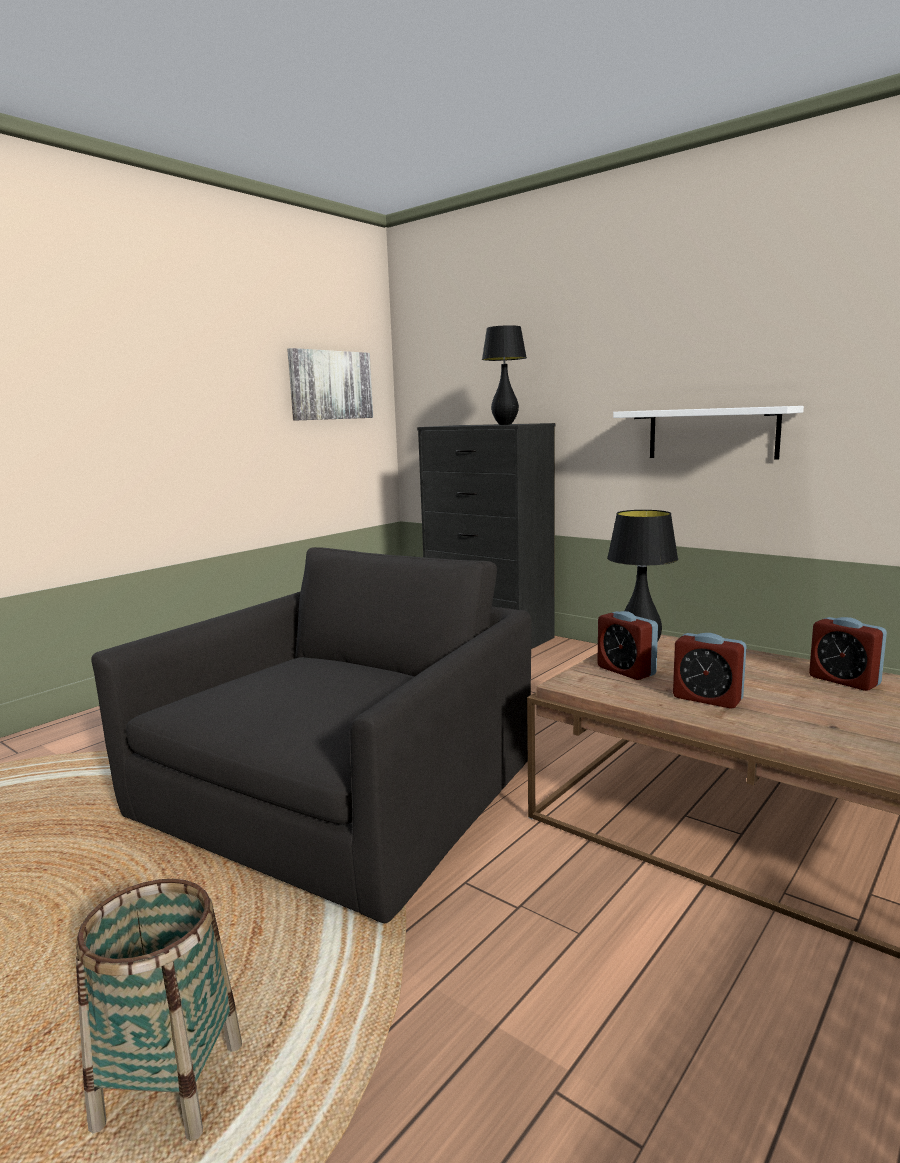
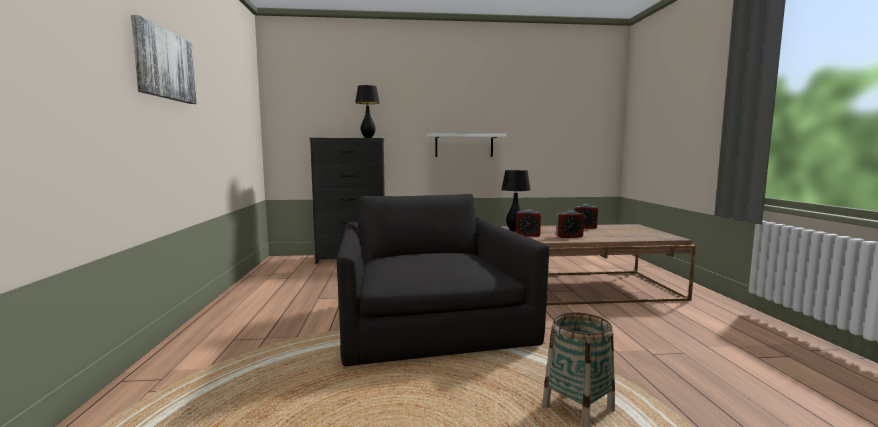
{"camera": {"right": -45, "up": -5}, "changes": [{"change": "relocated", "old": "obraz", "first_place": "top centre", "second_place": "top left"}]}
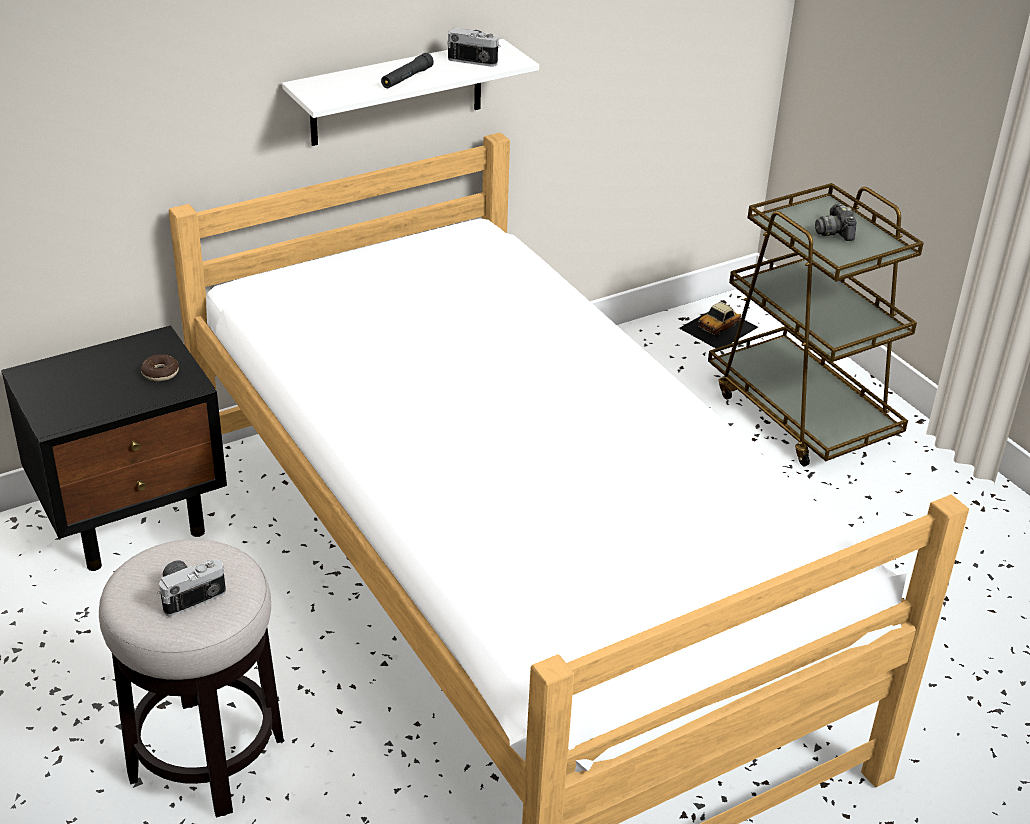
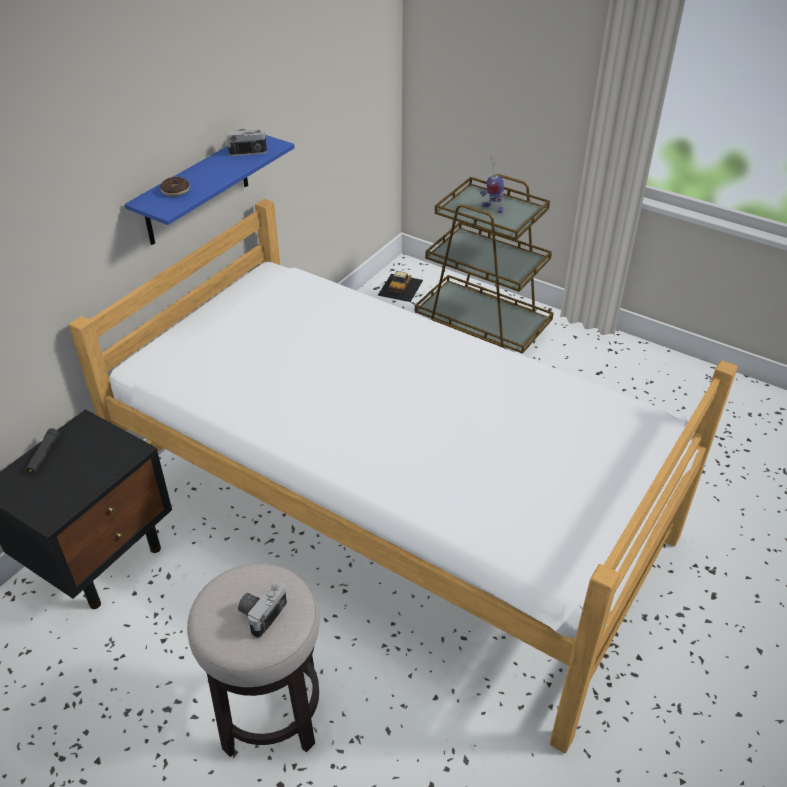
{"camera": {"right": -25, "up": 5}, "changes": [{"change": "colour", "old": "półka [biały]", "new": "półka [niebieski]", "first_place": "top centre", "second_place": "top left"}, {"change": "relocated", "old": "latarka [czarny]", "first_place": "top centre", "second_place": "middle left"}, {"change": "exchanged", "old": "aparat fotograficzny (no. 3 from left)", "new": "robot zabawkowy", "first_place": "top right", "second_place": "top centre"}, {"change": "relocated", "old": "donut", "first_place": "middle left", "second_place": "top left"}]}
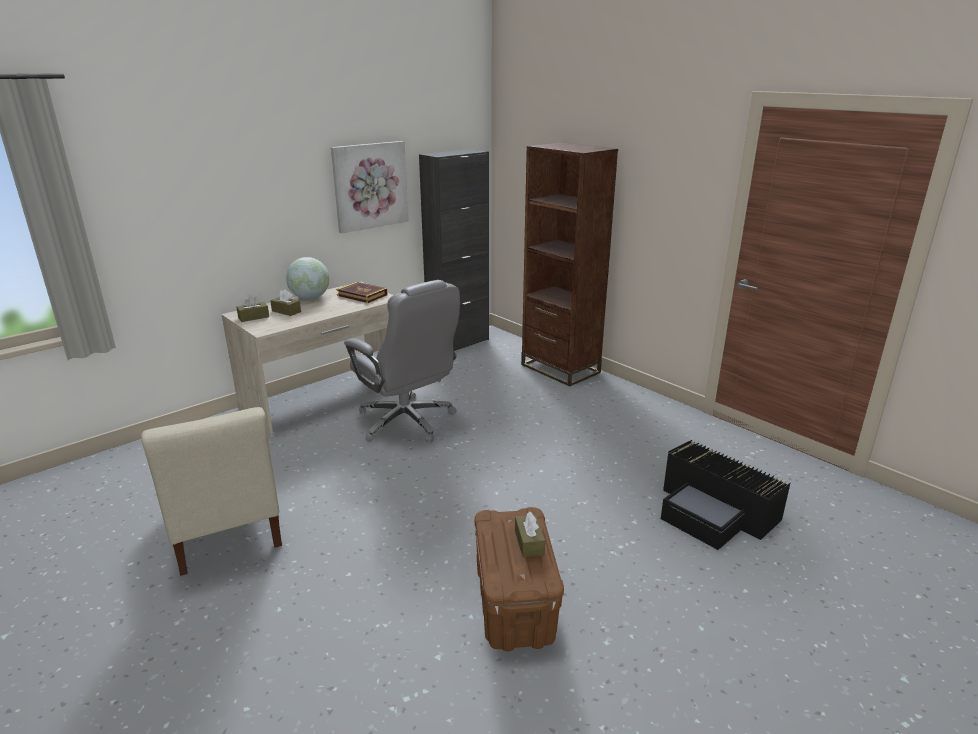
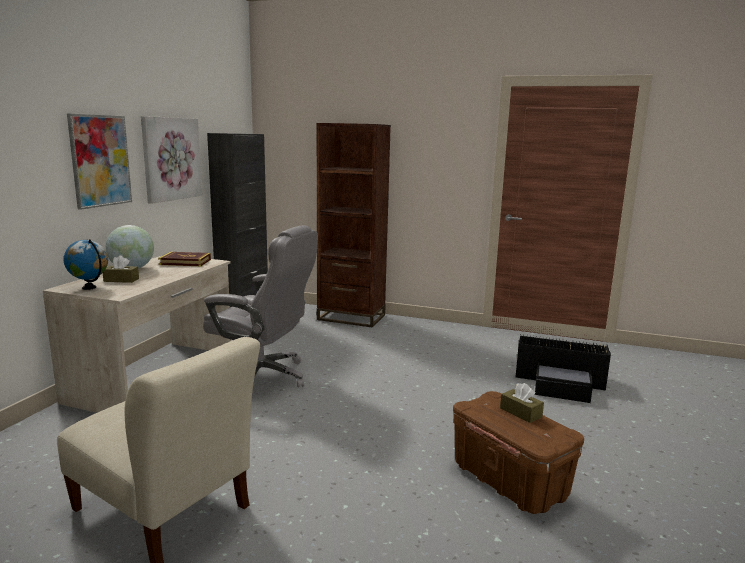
{"camera": {"right": -30, "up": -10}, "changes": [{"change": "exchanged", "old": "pudełko chusteczek [brązowy] (no. 1 from left)", "new": "globus (no. 1 from left)", "first_place": "middle left", "second_place": "middle left"}, {"change": "appeared", "new": "obraz (no. 1 from left)", "second_place": "top left"}]}
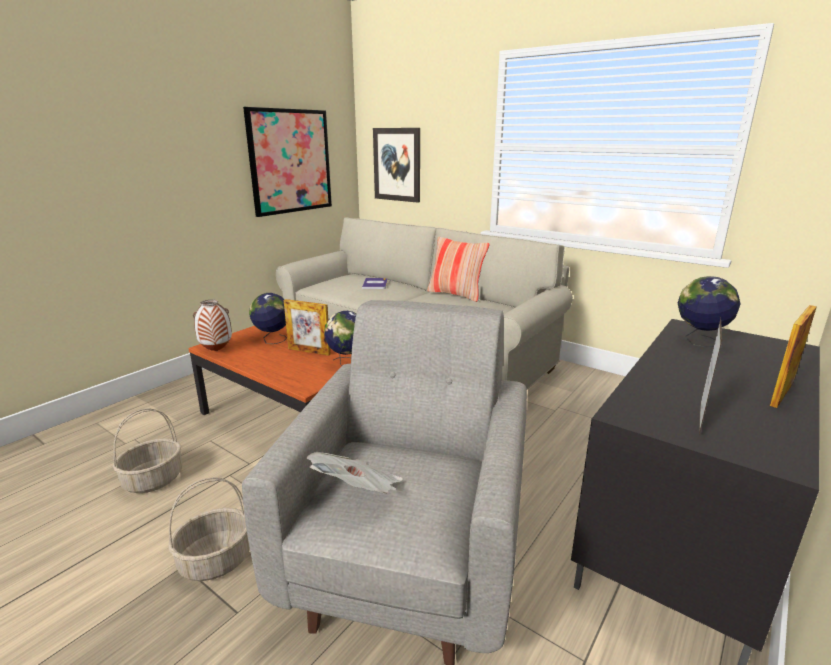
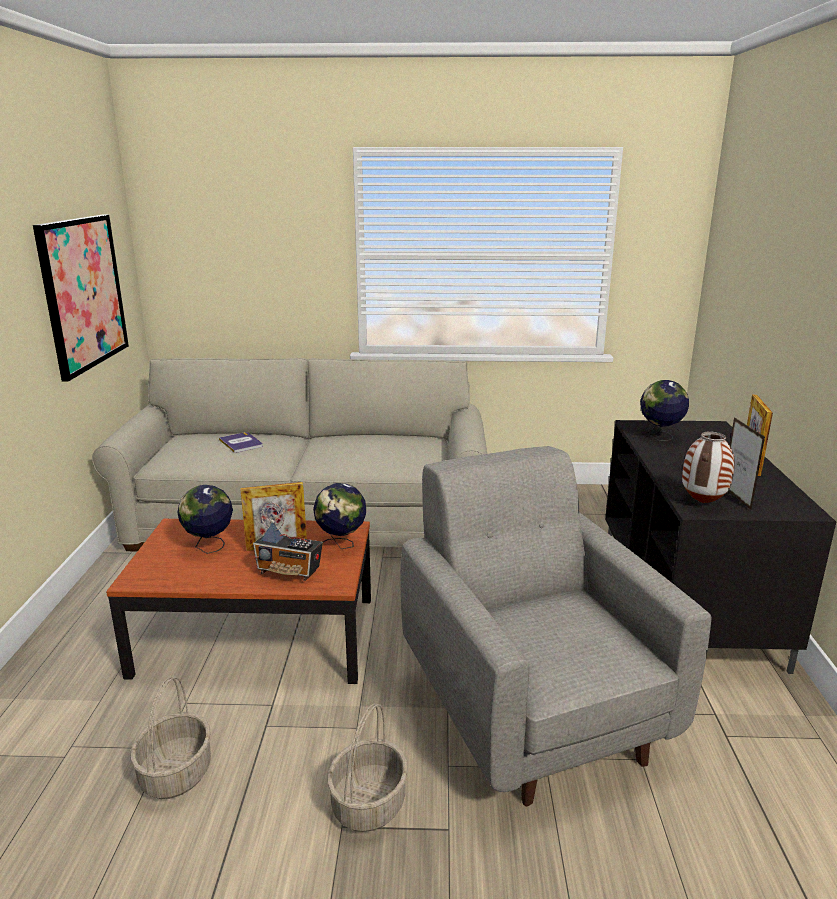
{"camera": {"right": -35, "up": 0}, "changes": [{"change": "missing", "old": "obraz (no. 2 from left)", "first_place": "top centre"}, {"change": "missing", "old": "poduszka", "first_place": "centre"}, {"change": "relocated", "old": "wazon", "first_place": "middle left", "second_place": "middle right"}, {"change": "missing", "old": "gazeta", "first_place": "bottom centre"}, {"change": "appeared", "new": "radio", "second_place": "centre"}]}
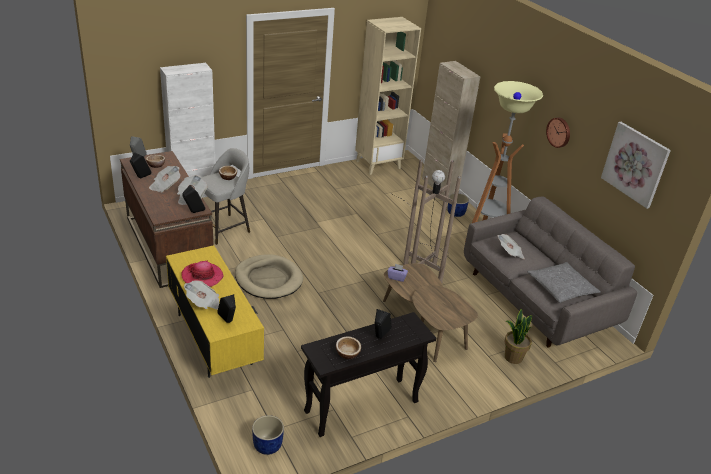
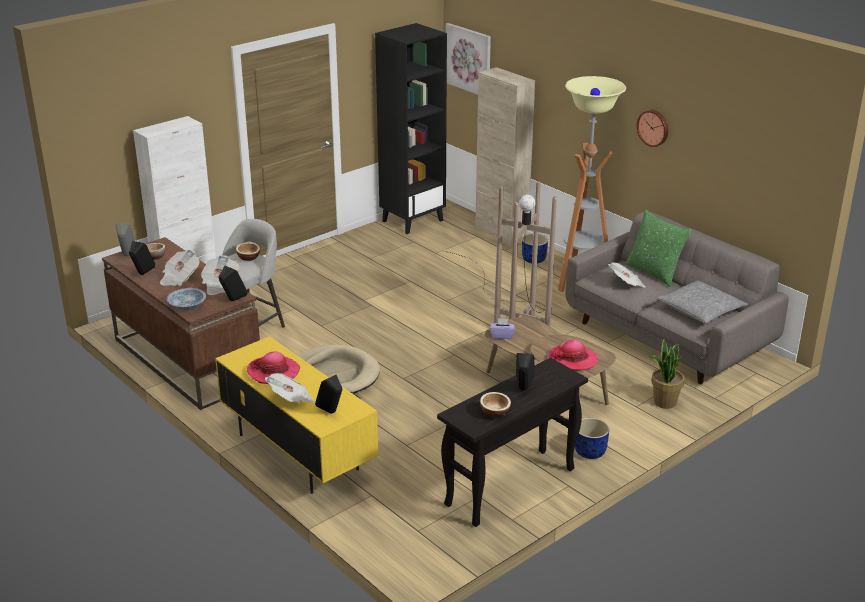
{"camera": {"right": -10, "up": -5}, "changes": [{"change": "colour", "old": "regał [beżowy]", "new": "regał [czarny]", "first_place": "top centre", "second_place": "top centre"}, {"change": "relocated", "old": "obraz", "first_place": "middle right", "second_place": "top centre"}, {"change": "relocated", "old": "donica [niebieski] (no. 1 from left in the first image)", "new": "donica [niebieski] (no. 2 from left)", "first_place": "bottom centre", "second_place": "bottom right"}, {"change": "appeared", "new": "poduszka [zielony]", "second_place": "middle right"}, {"change": "appeared", "new": "miska (no. 2 from left)", "second_place": "middle left"}, {"change": "appeared", "new": "kapelusz (no. 2 from left)", "second_place": "centre"}]}
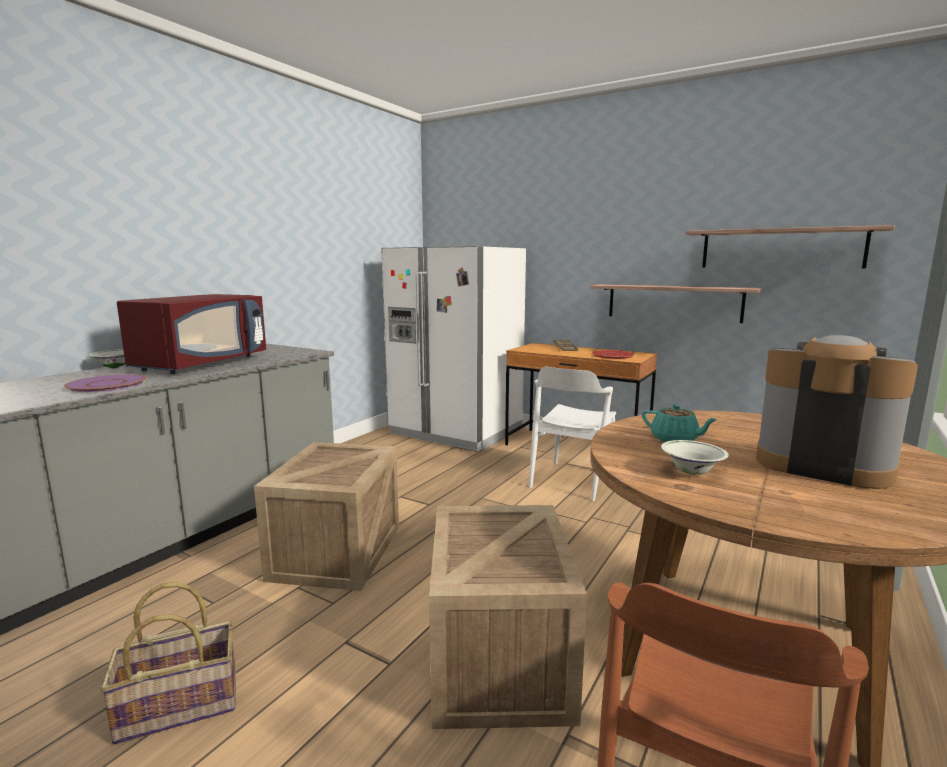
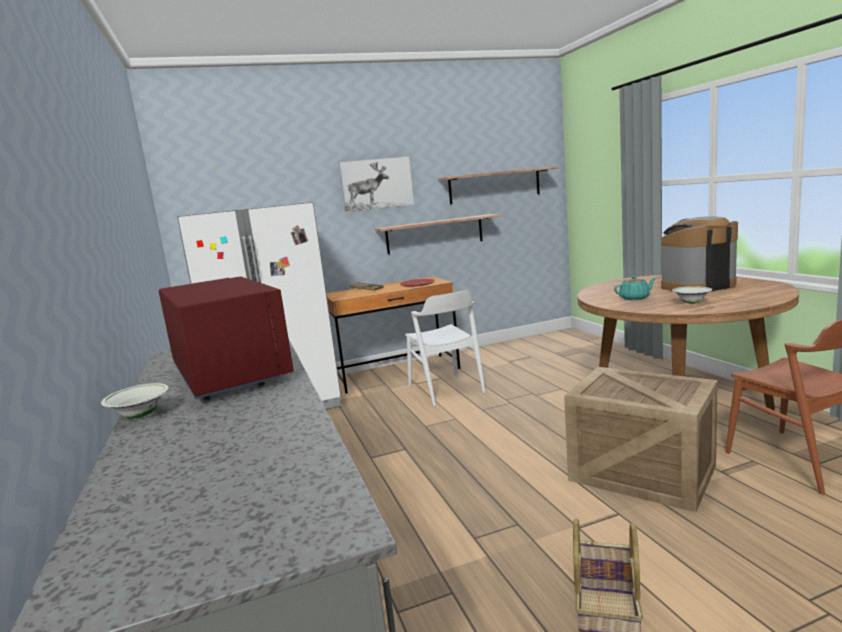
{"camera": {"right": -50, "up": 0}, "changes": [{"change": "missing", "old": "talerz [fioletowy]", "first_place": "middle left"}, {"change": "missing", "old": "skrzynka (no. 1 from left)", "first_place": "bottom centre"}, {"change": "appeared", "new": "obraz", "second_place": "top centre"}]}
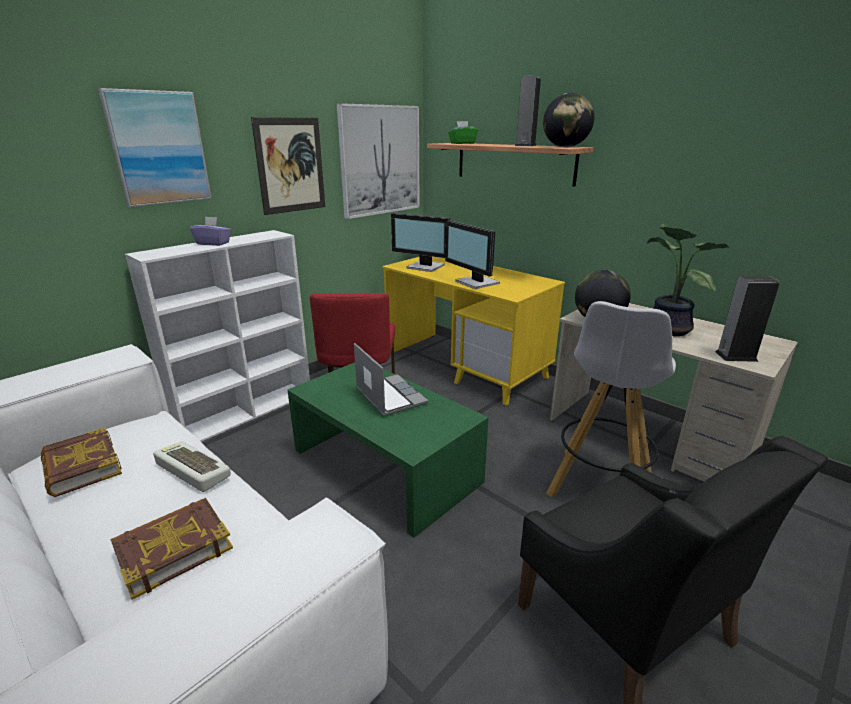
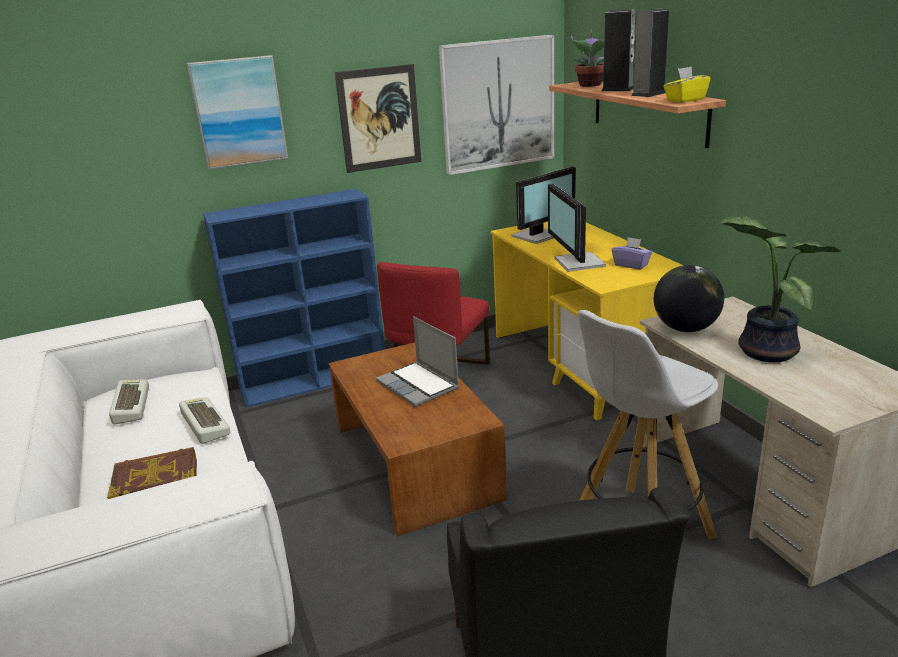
{"camera": {"right": 25, "up": 0}, "changes": [{"change": "exchanged", "old": "globus (no. 1 from left)", "new": "pudełko chusteczek [żółty]", "first_place": "top right", "second_place": "top right"}, {"change": "exchanged", "old": "pudełko chusteczek [zielony]", "new": "roślina doniczkowa (no. 1 from left)", "first_place": "top centre", "second_place": "top centre"}, {"change": "spun", "old": "monitor (no. 1 from left)", "first_place": "centre", "second_place": "top centre", "degrees": -90}, {"change": "relocated", "old": "pudełko chusteczek [fioletowy]", "first_place": "top left", "second_place": "middle right"}, {"change": "colour", "old": "regał [biały]", "new": "regał [niebieski]", "first_place": "middle left", "second_place": "middle left"}, {"change": "relocated", "old": "głośnik (no. 2 from left in the first image)", "new": "głośnik (no. 1 from left)", "first_place": "middle right", "second_place": "top right"}, {"change": "spun", "old": "laptop", "first_place": "centre", "second_place": "centre", "degrees": 150}, {"change": "colour", "old": "ława [zielony]", "new": "ława [brązowy]", "first_place": "centre", "second_place": "bottom centre"}, {"change": "exchanged", "old": "książka (no. 1 from left)", "new": "klawiatura (no. 1 from left)", "first_place": "middle left", "second_place": "middle left"}]}
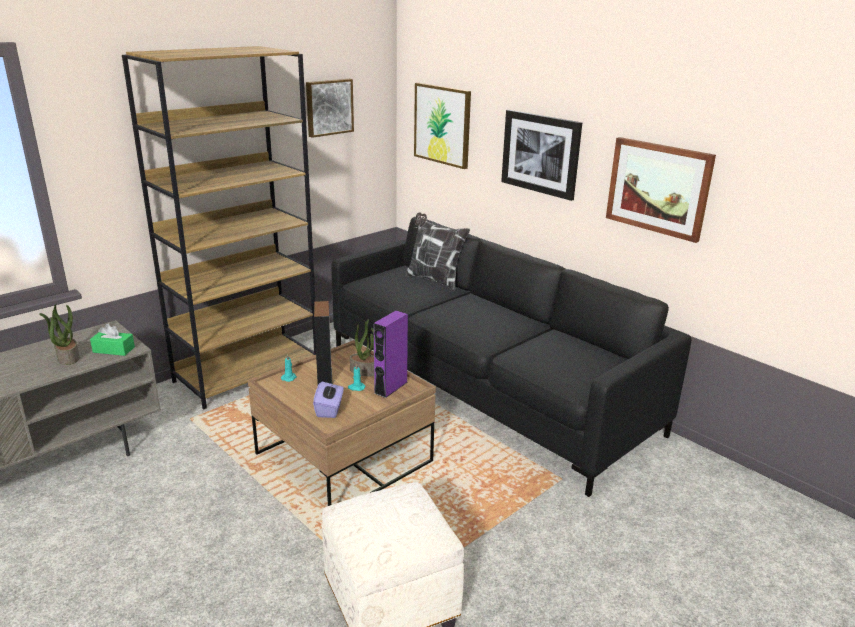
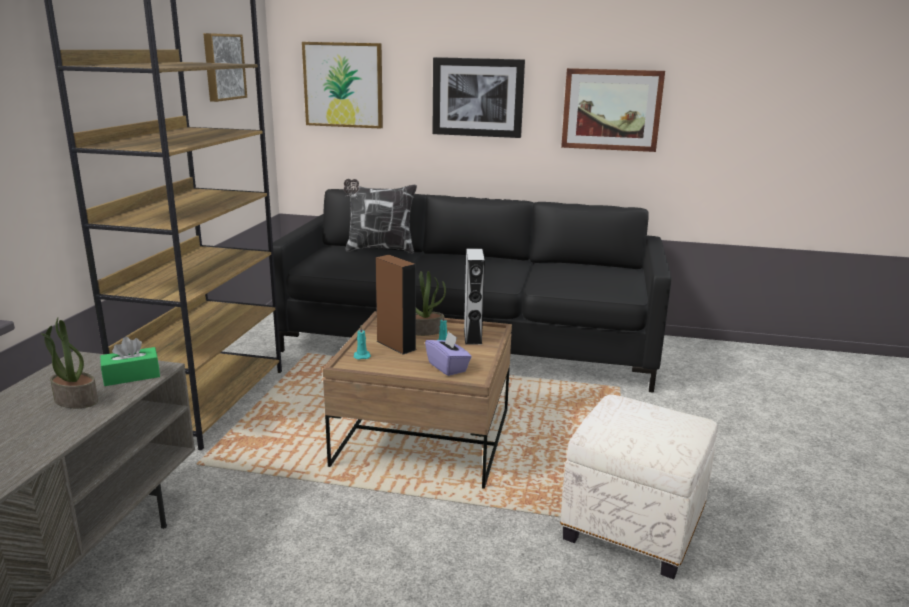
{"camera": {"right": -35, "up": -5}, "changes": [{"change": "colour", "old": "głośnik [fioletowy]", "new": "głośnik [szary]", "first_place": "centre", "second_place": "centre"}]}
